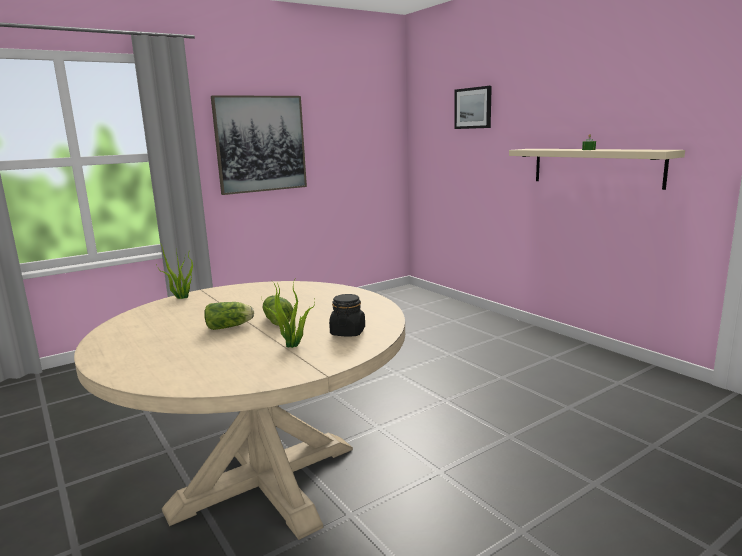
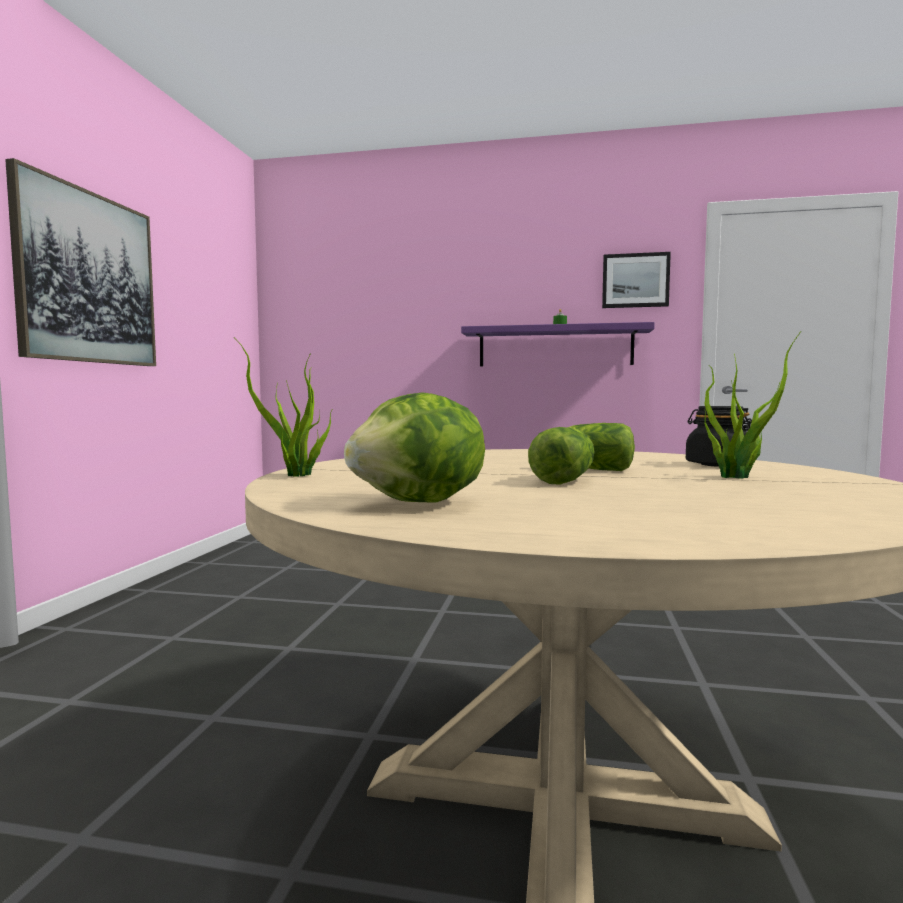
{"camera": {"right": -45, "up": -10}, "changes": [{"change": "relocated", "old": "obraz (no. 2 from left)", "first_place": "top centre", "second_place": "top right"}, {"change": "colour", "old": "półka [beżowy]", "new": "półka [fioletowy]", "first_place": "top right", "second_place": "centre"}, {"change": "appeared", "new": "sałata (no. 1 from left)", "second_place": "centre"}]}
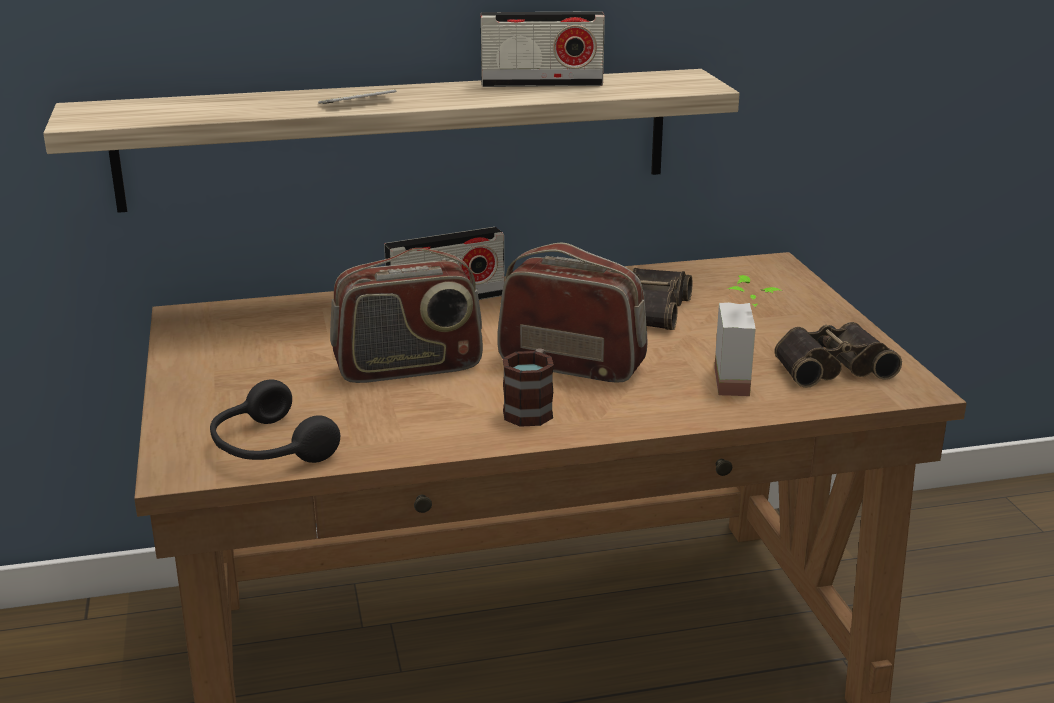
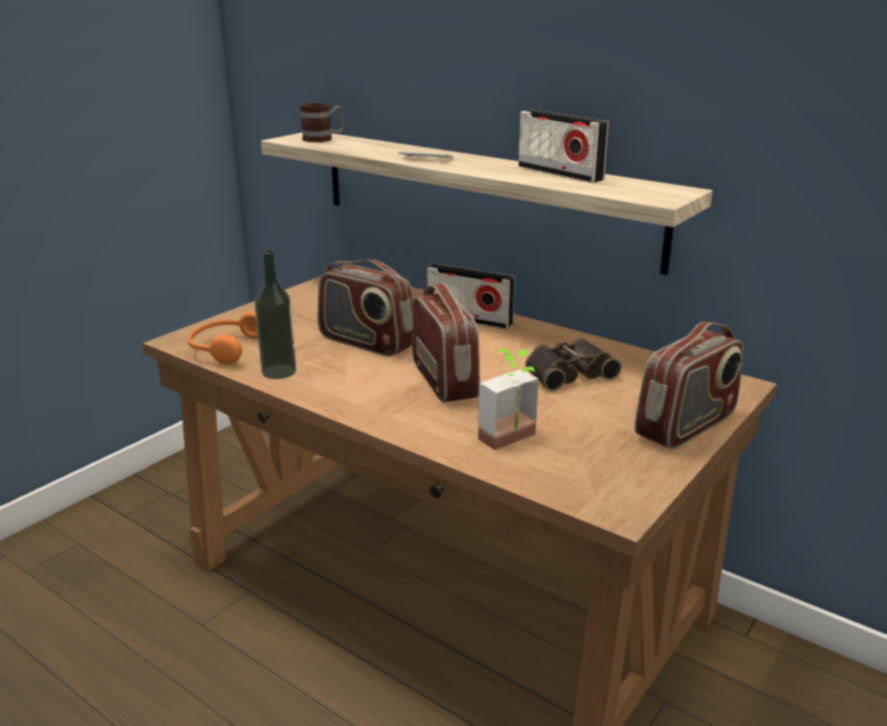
{"camera": {"right": 50, "up": 0}, "changes": [{"change": "missing", "old": "lornetka (no. 2 from left)", "first_place": "middle right"}, {"change": "relocated", "old": "kubek", "first_place": "centre", "second_place": "top centre"}, {"change": "colour", "old": "słuchawki [czarny]", "new": "słuchawki [pomarańczowy]", "first_place": "middle left", "second_place": "middle left"}, {"change": "appeared", "new": "butelka", "second_place": "middle left"}, {"change": "appeared", "new": "radio (no. 5 from left)", "second_place": "middle right"}]}
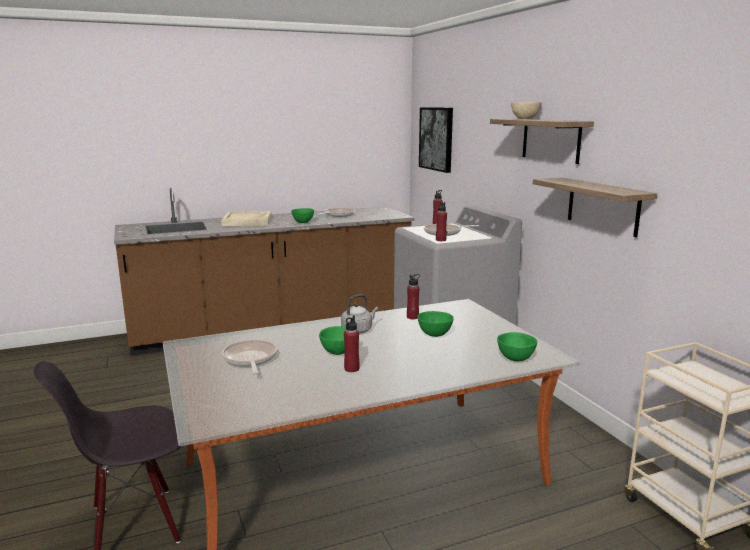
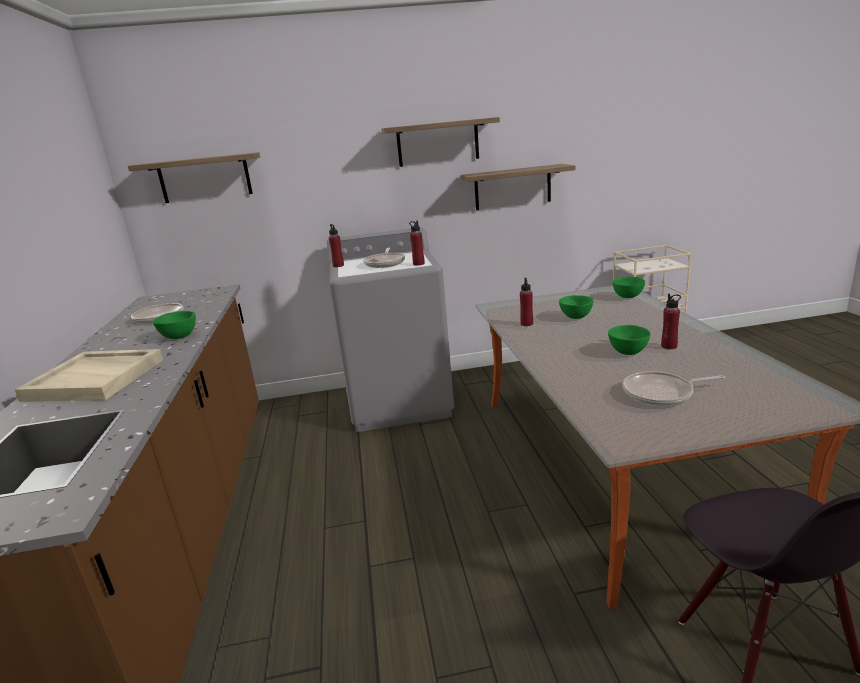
{"camera": {"right": -75, "up": 5}, "changes": [{"change": "missing", "old": "miska [beżowy]", "first_place": "top right"}, {"change": "exchanged", "old": "obraz", "new": "półka (no. 1 from left)", "first_place": "top centre", "second_place": "top left"}, {"change": "missing", "old": "czajnik [szary]", "first_place": "centre"}]}
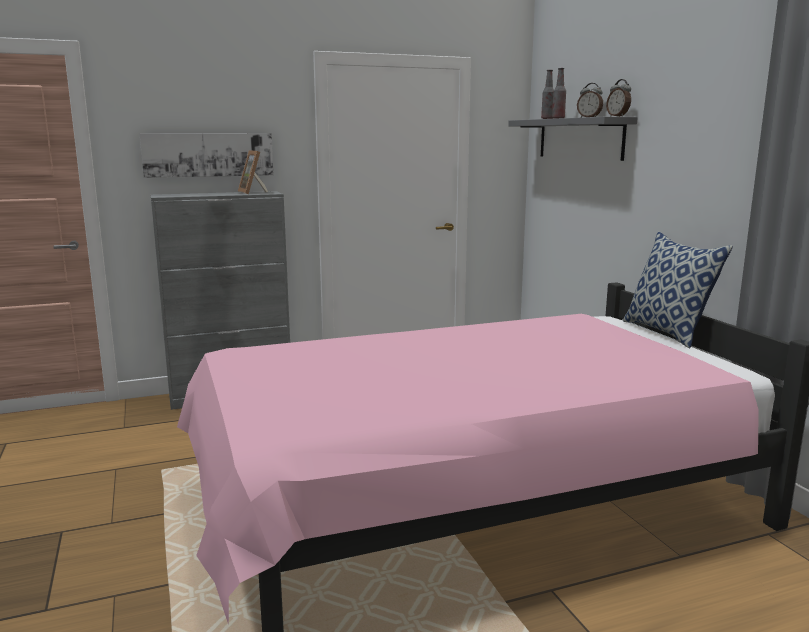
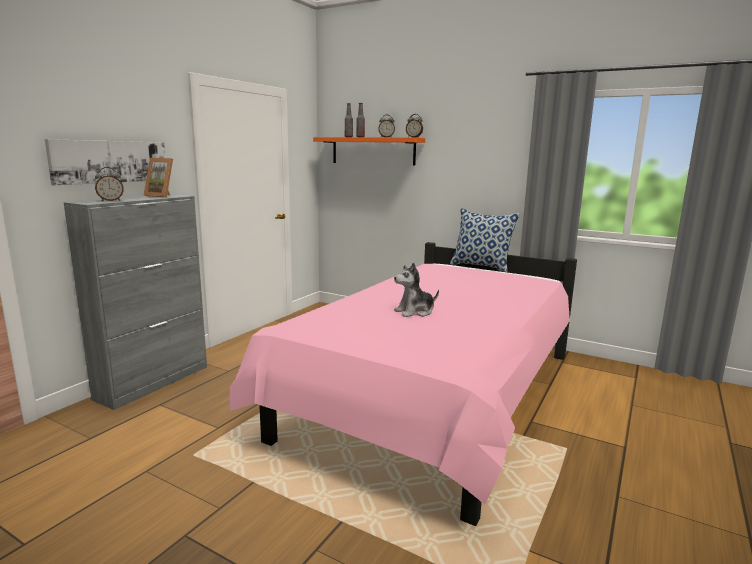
{"camera": {"right": -40, "up": 0}, "changes": [{"change": "colour", "old": "półka [szary]", "new": "półka [pomarańczowy]", "first_place": "top right", "second_place": "top centre"}, {"change": "appeared", "new": "budzik (no. 1 from left)", "second_place": "top left"}, {"change": "appeared", "new": "pluszak", "second_place": "centre"}]}
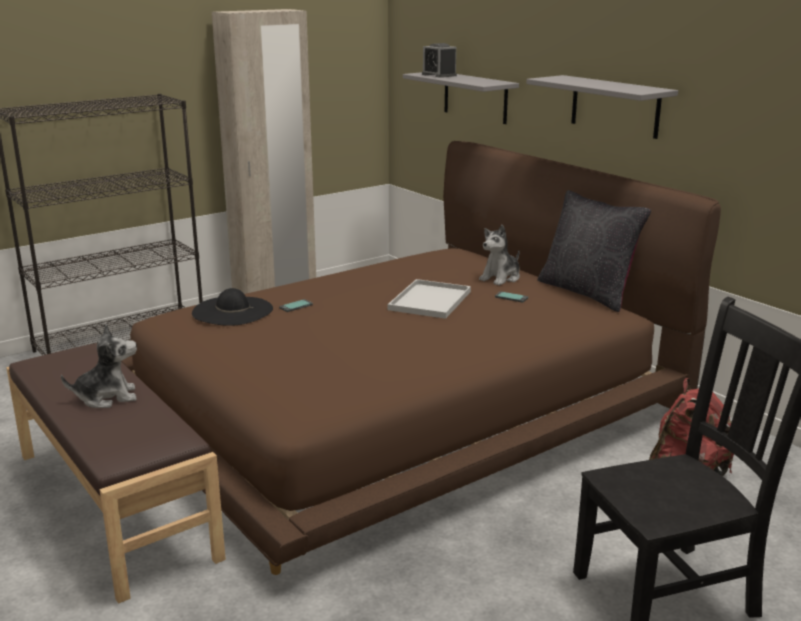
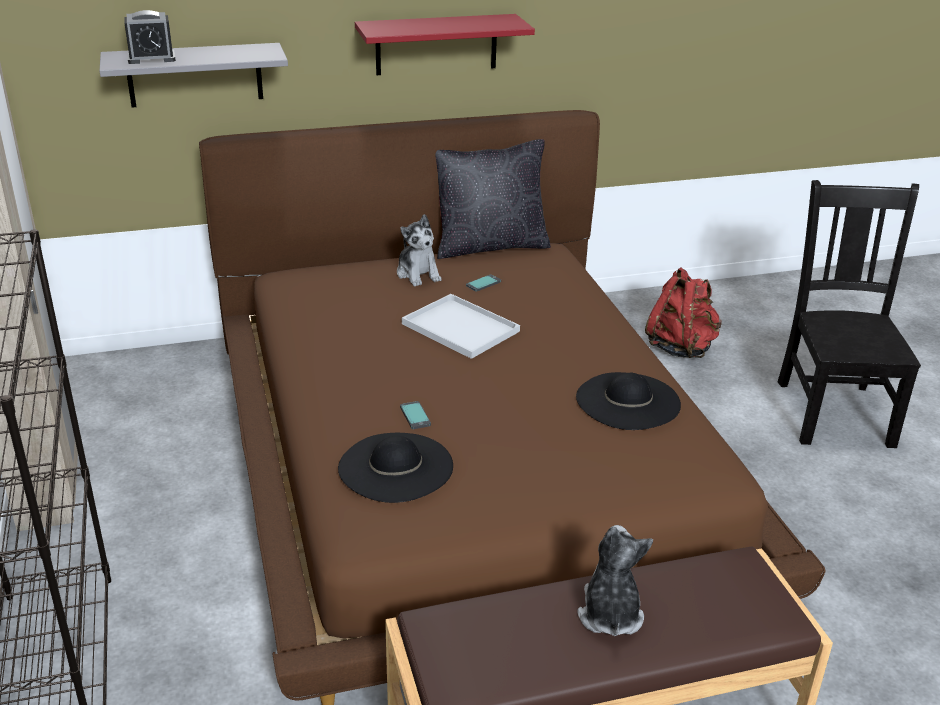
{"camera": {"right": -70, "up": 10}, "changes": [{"change": "colour", "old": "półka [szary] (no. 2 from left)", "new": "półka [czerwony]", "first_place": "top right", "second_place": "top centre"}, {"change": "appeared", "new": "kapelusz [czarny] (no. 2 from left)", "second_place": "middle right"}]}
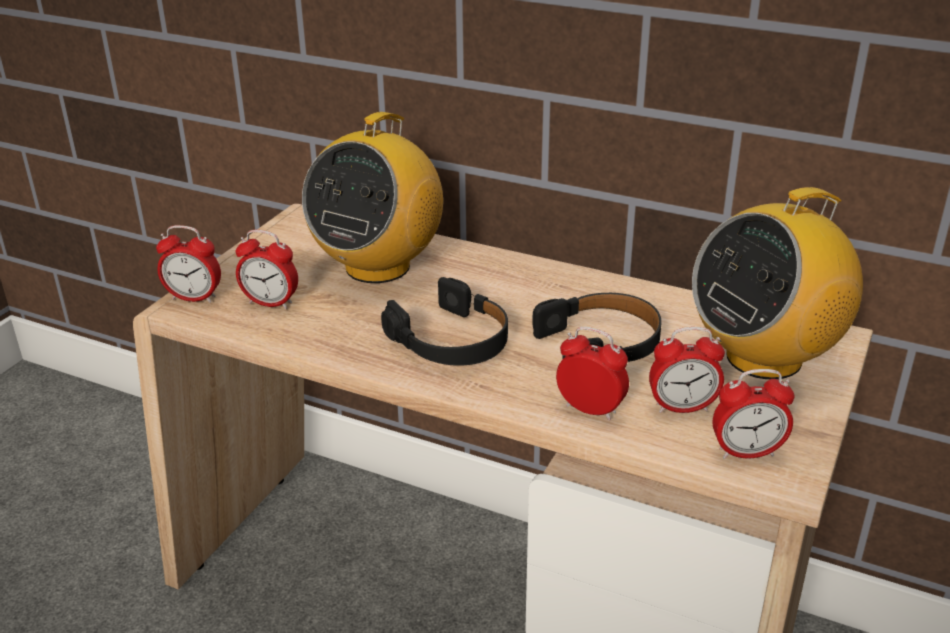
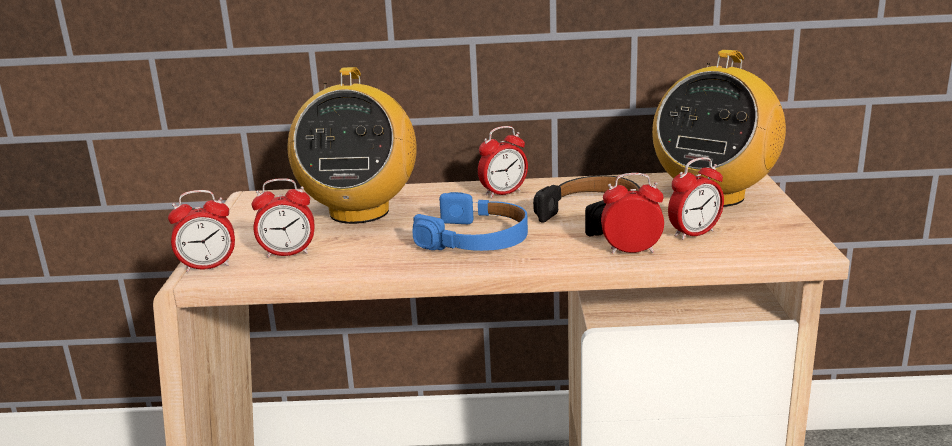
{"camera": {"right": -25, "up": -10}, "changes": [{"change": "colour", "old": "słuchawki [czarny] (no. 1 from left)", "new": "słuchawki [niebieski]", "first_place": "centre", "second_place": "centre"}, {"change": "relocated", "old": "budzik (no. 5 from left in the first image)", "new": "budzik (no. 3 from left)", "first_place": "middle right", "second_place": "centre"}]}
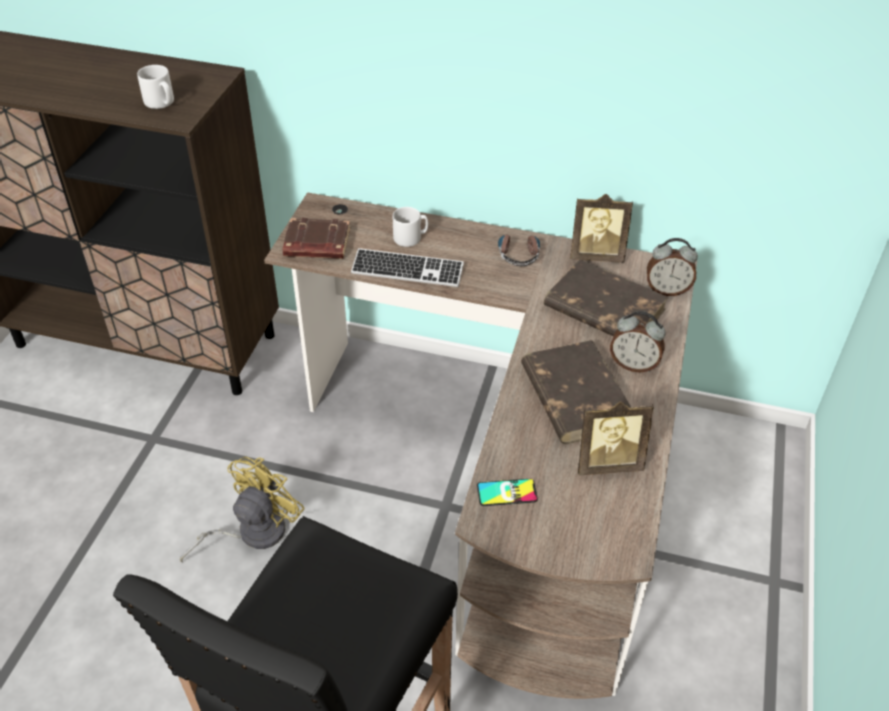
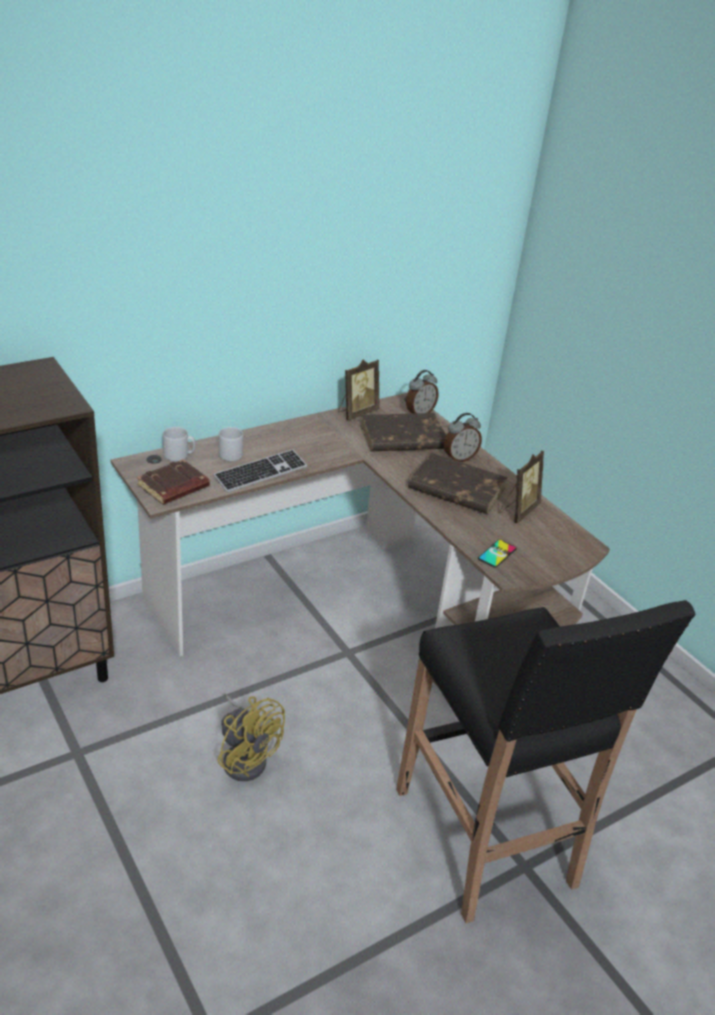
{"camera": {"right": -50, "up": -10}, "changes": [{"change": "relocated", "old": "kubek [szary] (no. 1 from left)", "first_place": "top left", "second_place": "middle left"}, {"change": "missing", "old": "słuchawki", "first_place": "centre"}, {"change": "spun", "old": "wentylator [żółty]", "first_place": "bottom left", "second_place": "bottom centre", "degrees": 150}]}
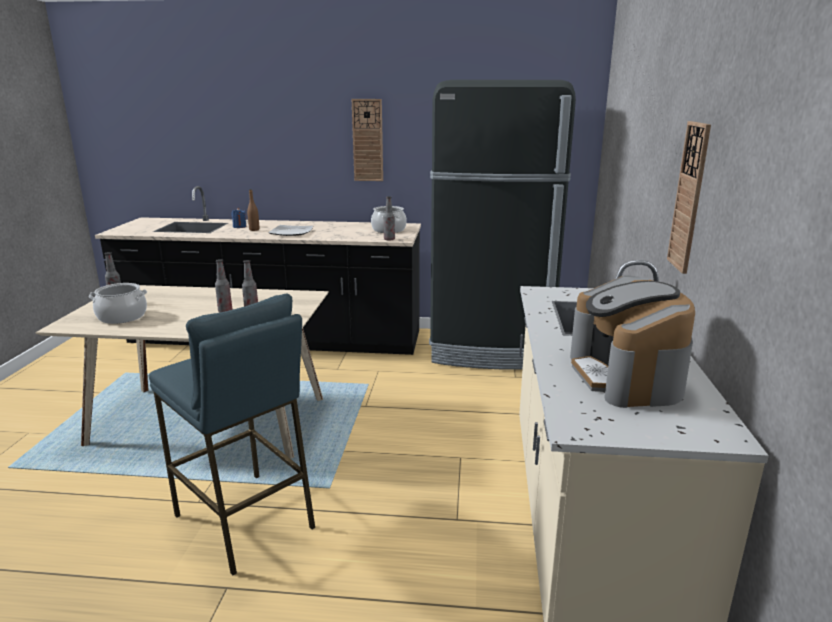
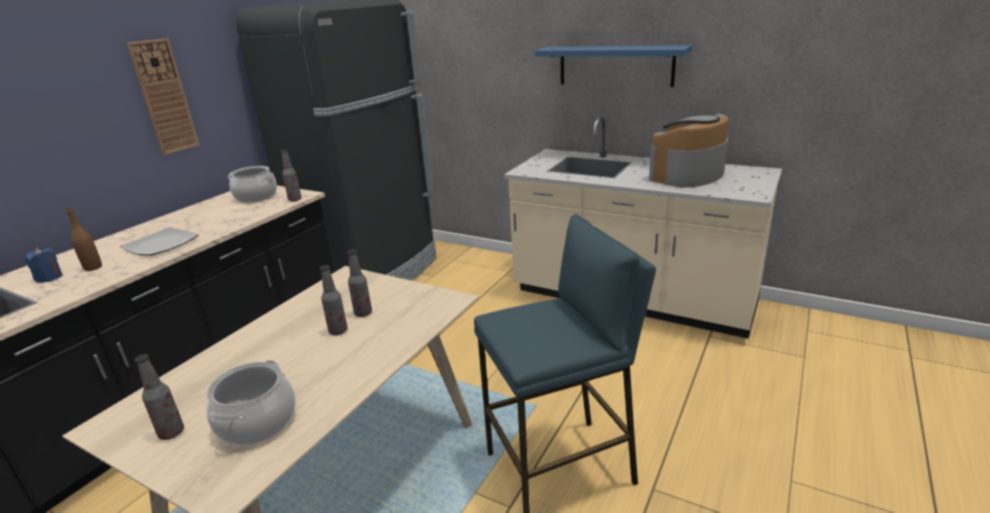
{"camera": {"right": -65, "up": 5}, "changes": [{"change": "exchanged", "old": "zegar ścienny (no. 2 from left)", "new": "półka [niebieski]", "first_place": "top right", "second_place": "top centre"}, {"change": "spun", "old": "ekspres do kawy", "first_place": "middle right", "second_place": "top right", "degrees": 120}]}
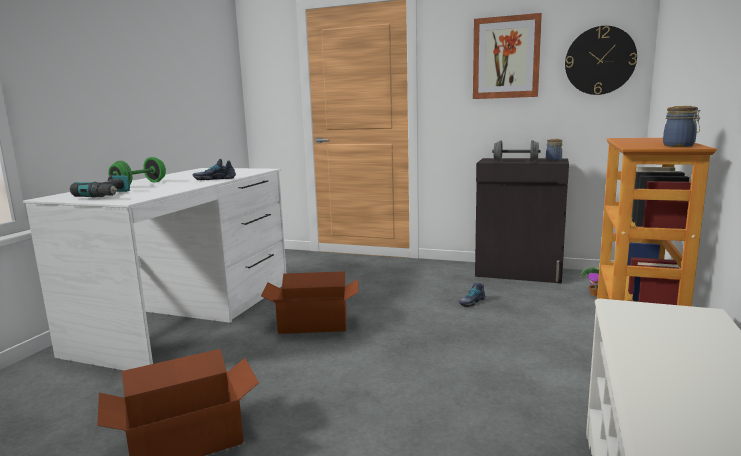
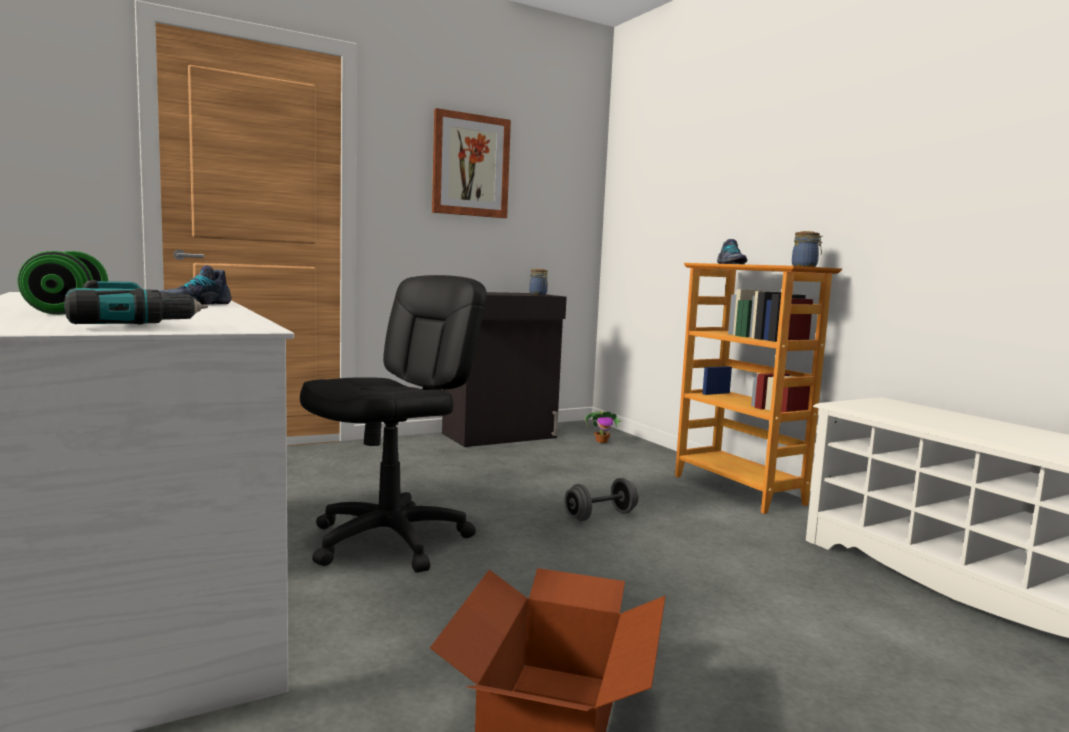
{"camera": {"right": -50, "up": -5}, "changes": [{"change": "missing", "old": "zegar ścienny", "first_place": "top right"}, {"change": "relocated", "old": "hantel [szary]", "first_place": "top right", "second_place": "bottom centre"}, {"change": "exchanged", "old": "karton (no. 2 from left)", "new": "krzesło biurowe [czarny]", "first_place": "centre", "second_place": "centre"}, {"change": "relocated", "old": "but (no. 2 from left)", "first_place": "centre", "second_place": "middle right"}]}
